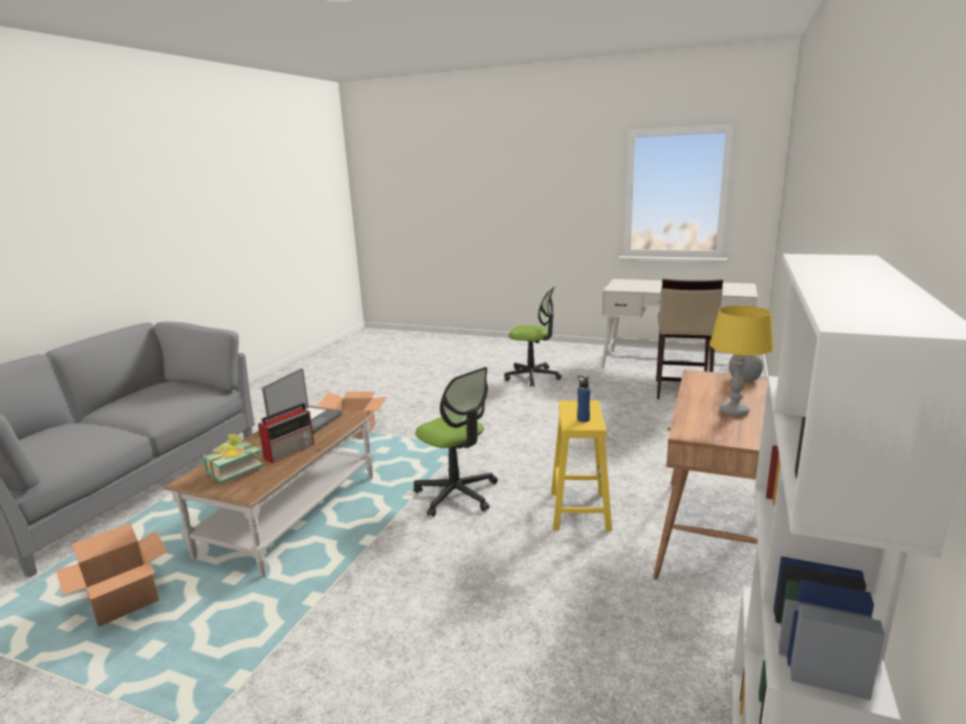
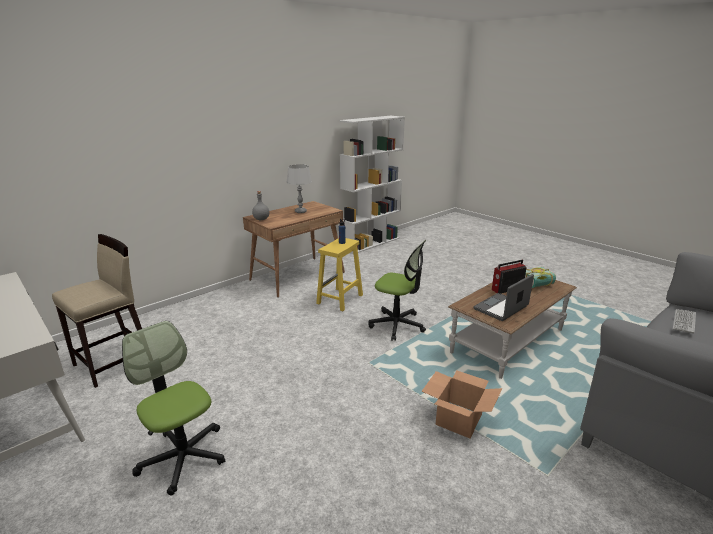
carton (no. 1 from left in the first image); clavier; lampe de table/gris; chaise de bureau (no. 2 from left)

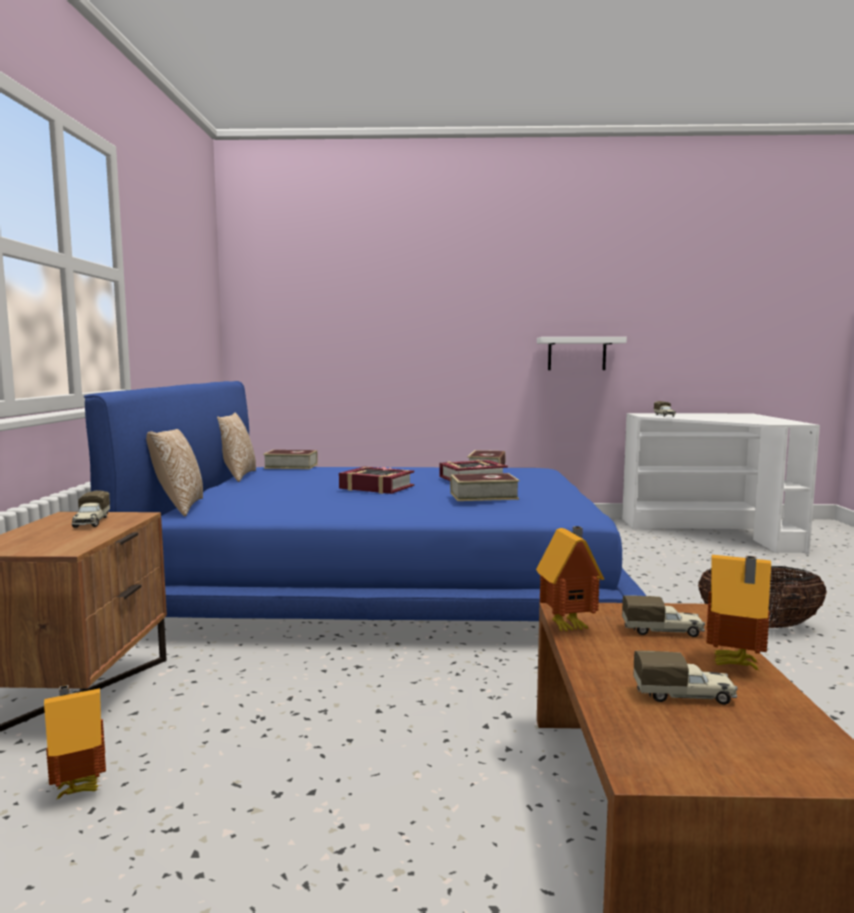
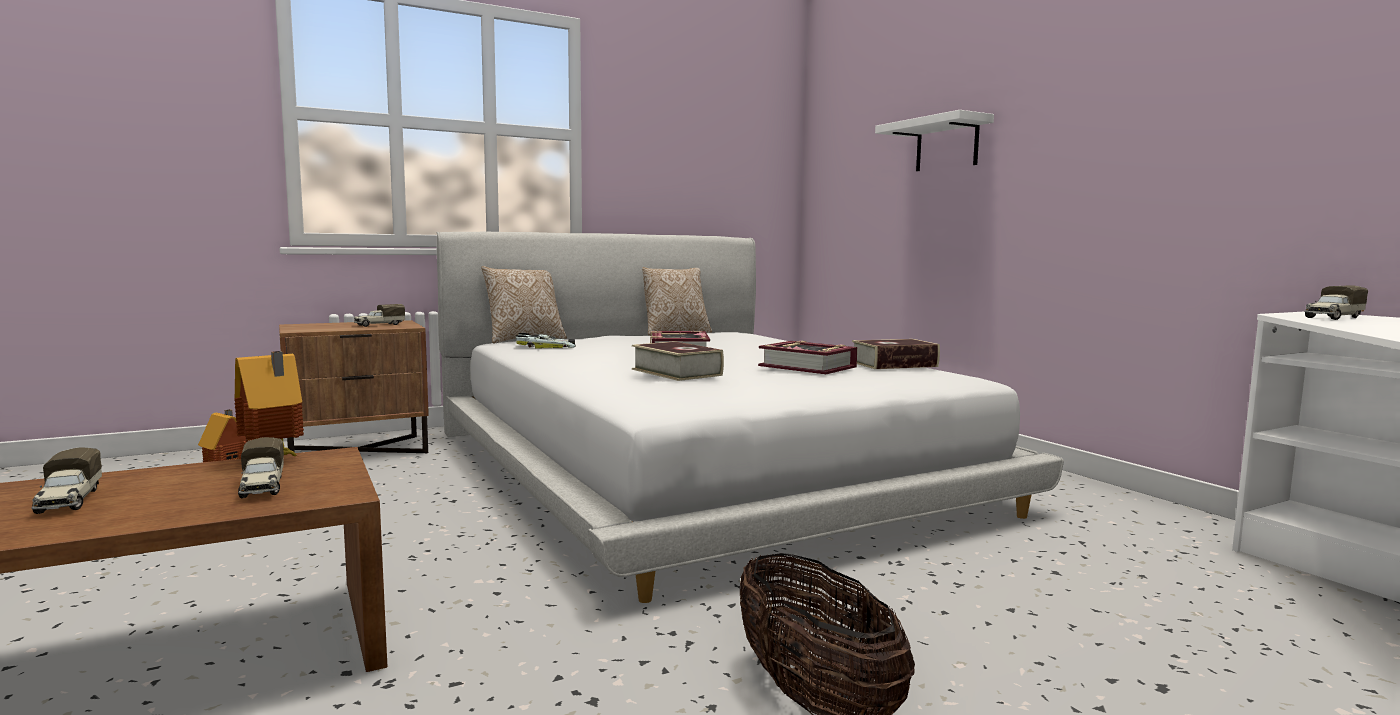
livre (no. 1 from left in the first image); maison miniature (no. 3 from left in the first image); petite voiture; étagère/blanc; lit/blanc

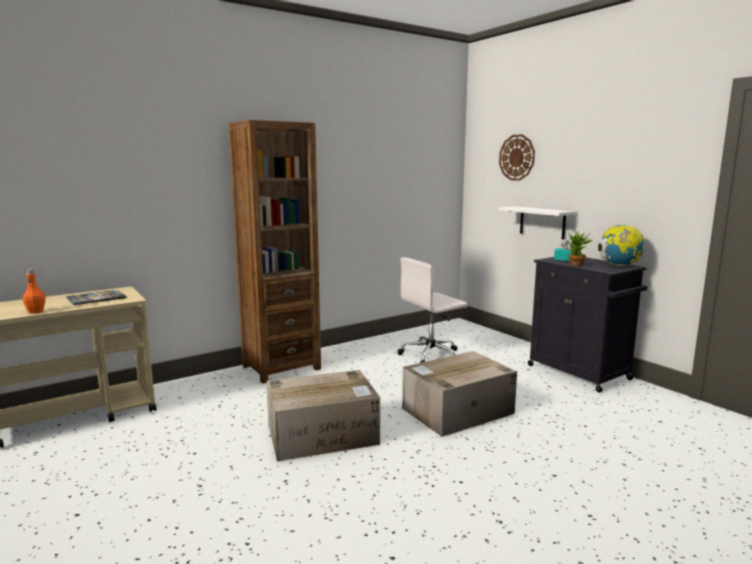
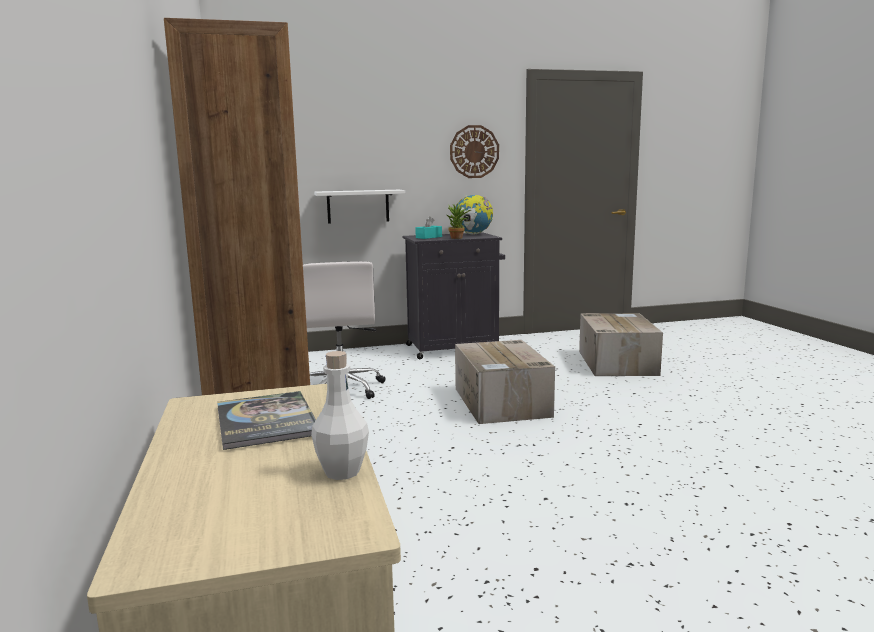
carton (no. 2 from left); horloge murale; bouteille/blanc

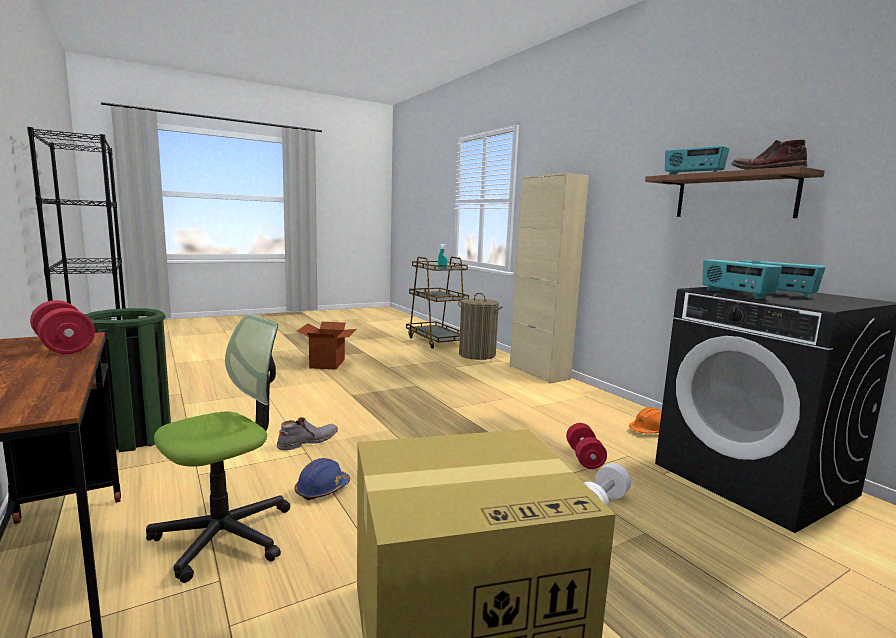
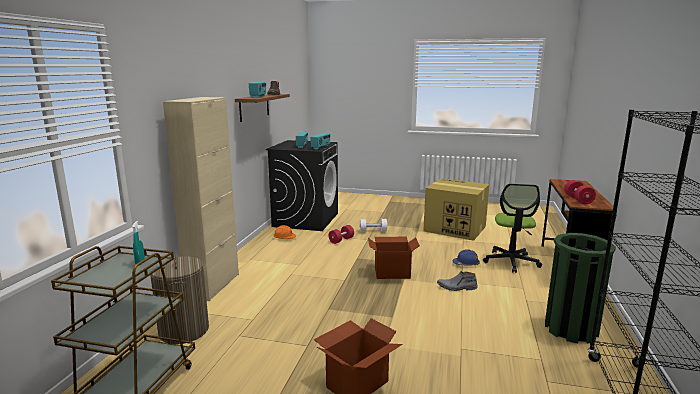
carton (no. 2 from left); chaise de bureau

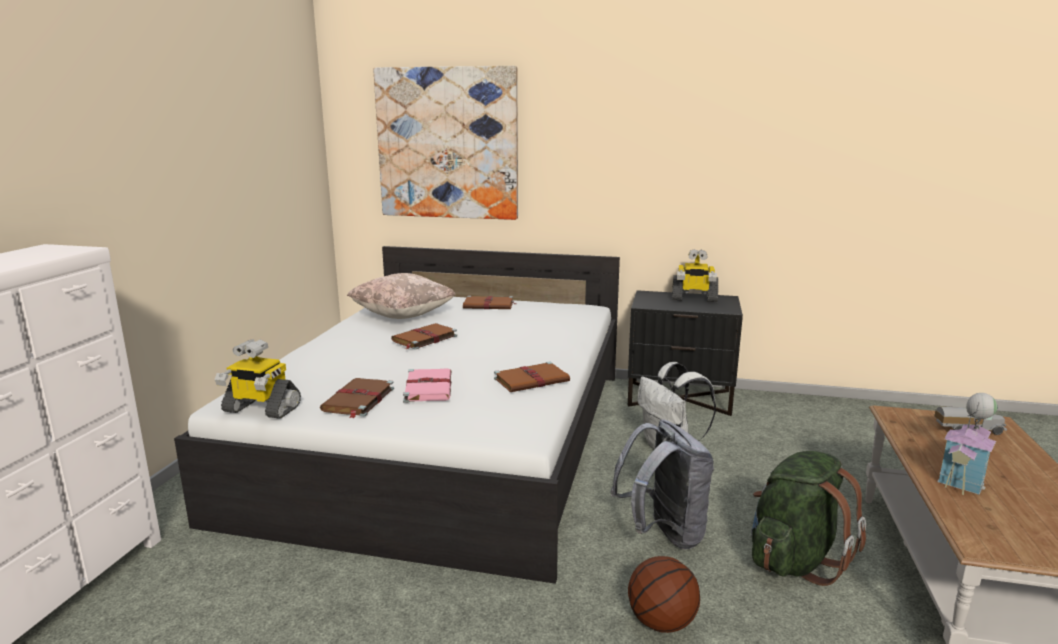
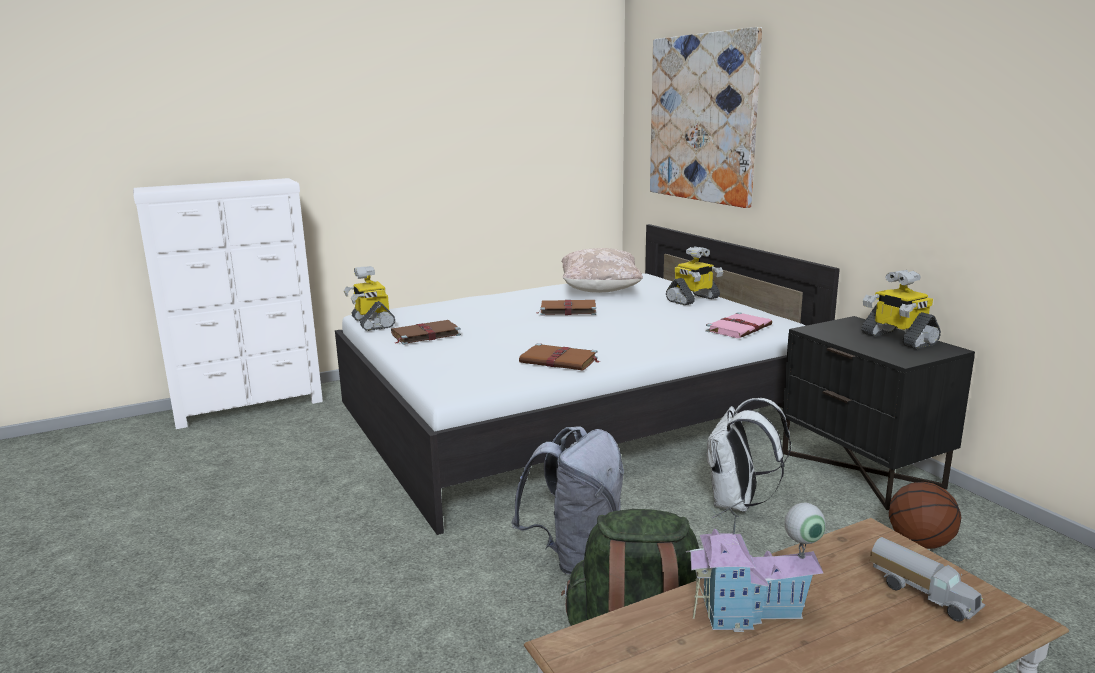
livre/rose; ballon de basket; robot jouet (no. 2 from left)

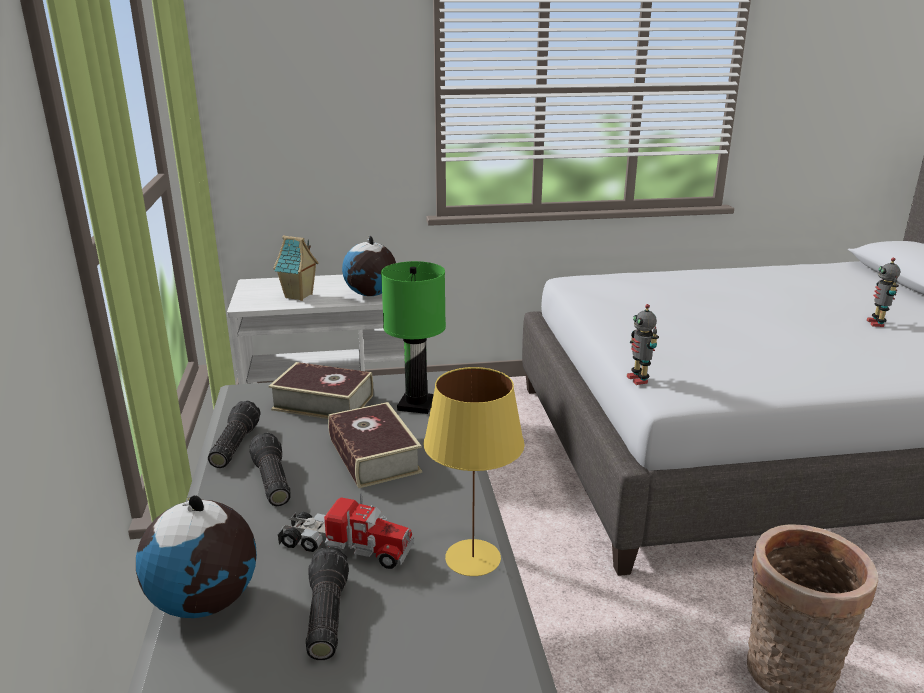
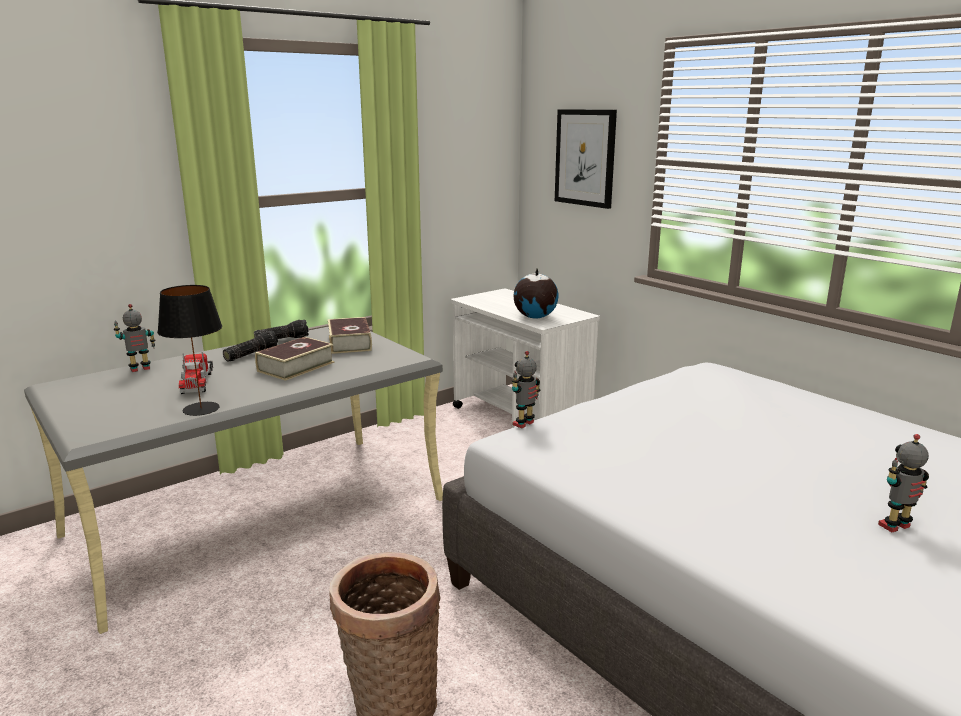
maison miniature; lampe de poche (no. 3 from left in the first image); lampe de table/vert; tableau; robot jouet (no. 1 from left); lampe de table/noir

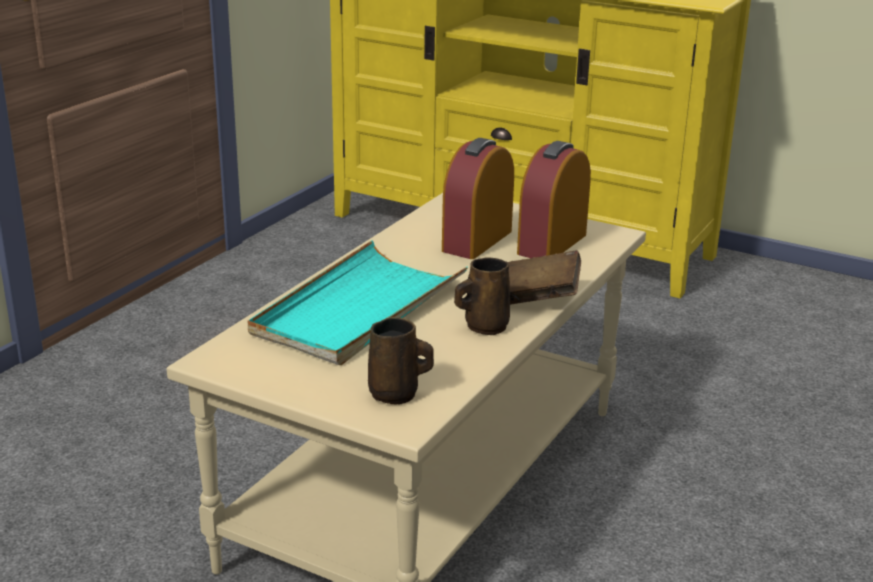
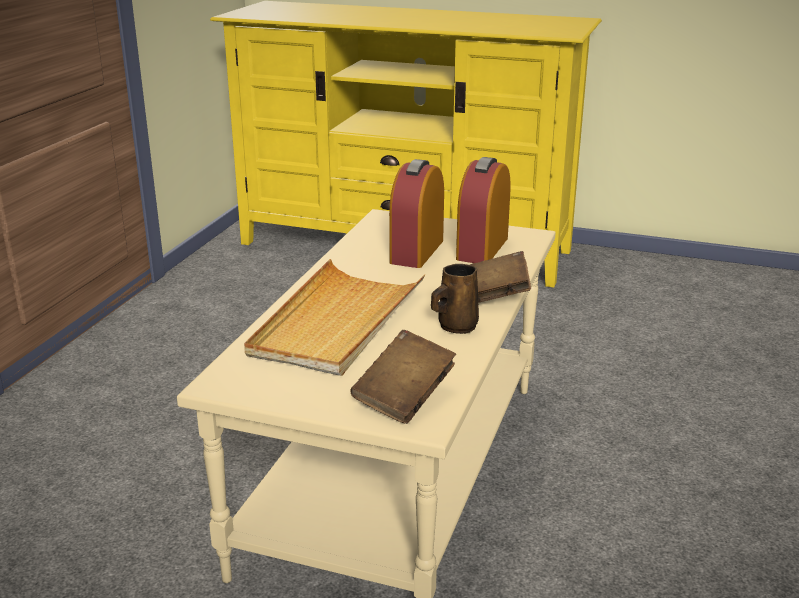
livre/marron (no. 1 from left); plateau/beige

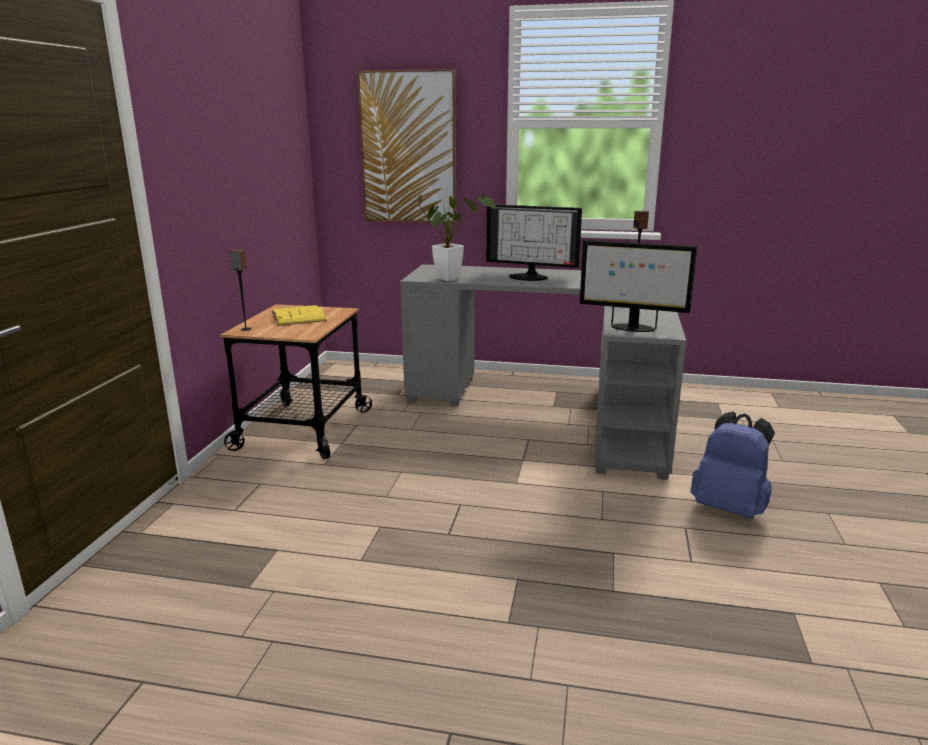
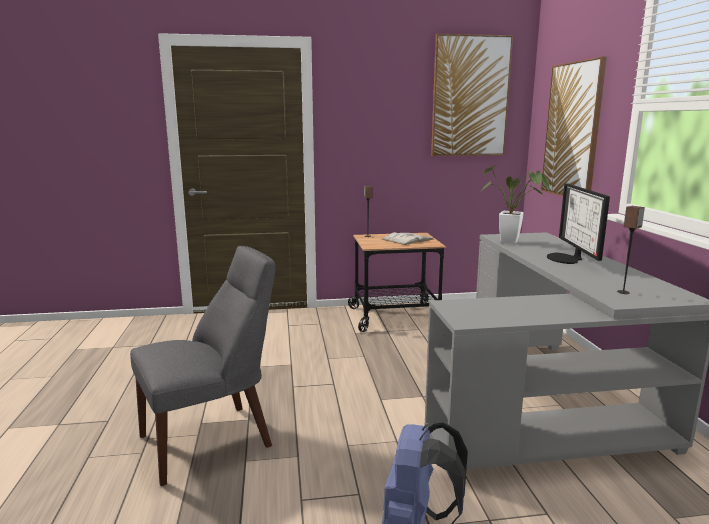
écran d'ordinateur (no. 2 from left in the first image); chaise/gris; tableau (no. 1 from left); livre/blanc

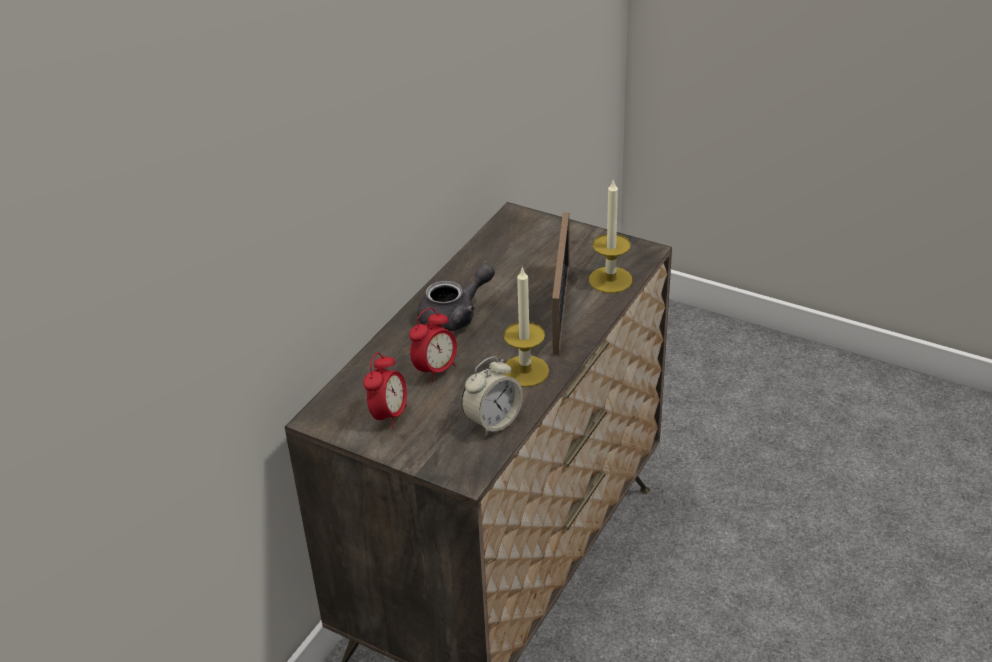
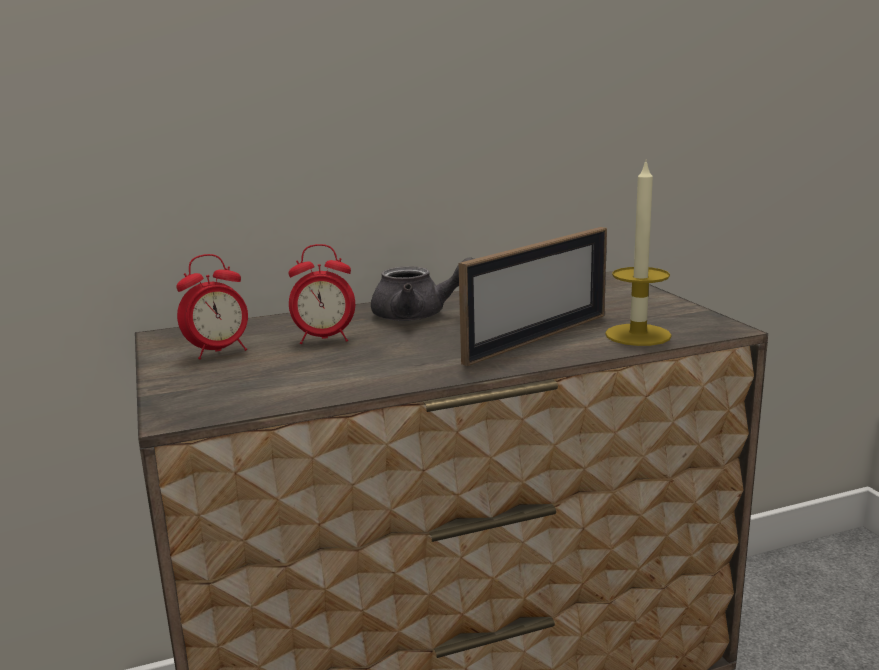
réveil (no. 3 from left in the first image); bougie (no. 1 from left in the first image)

